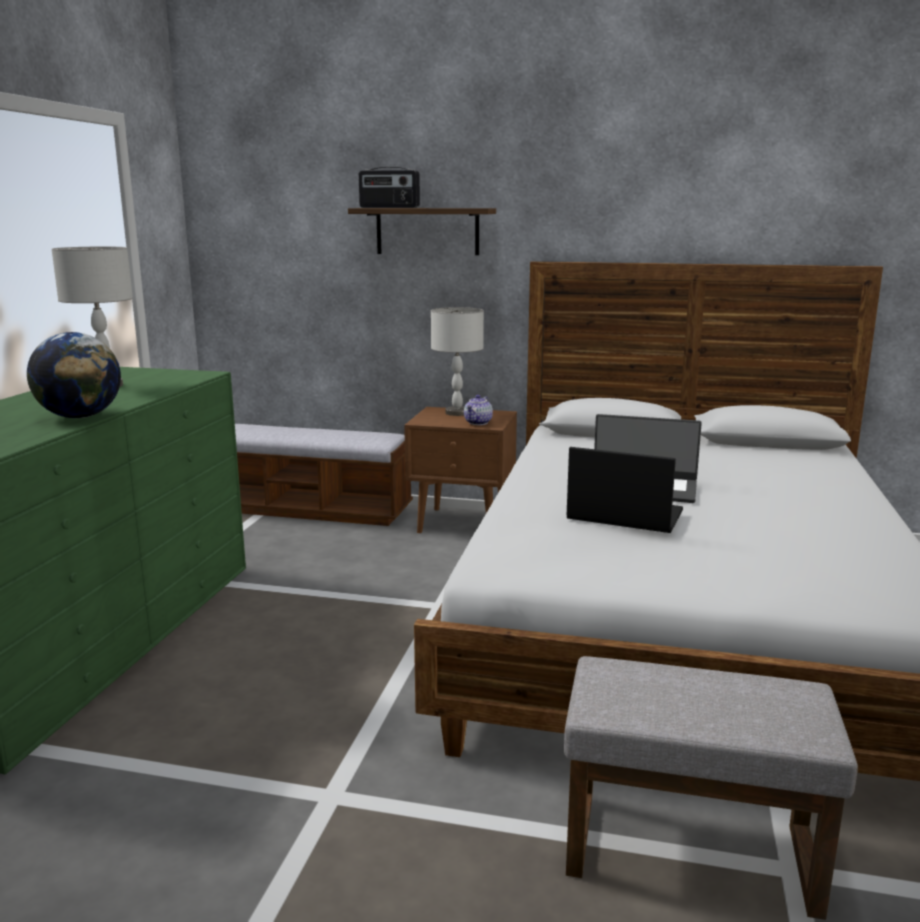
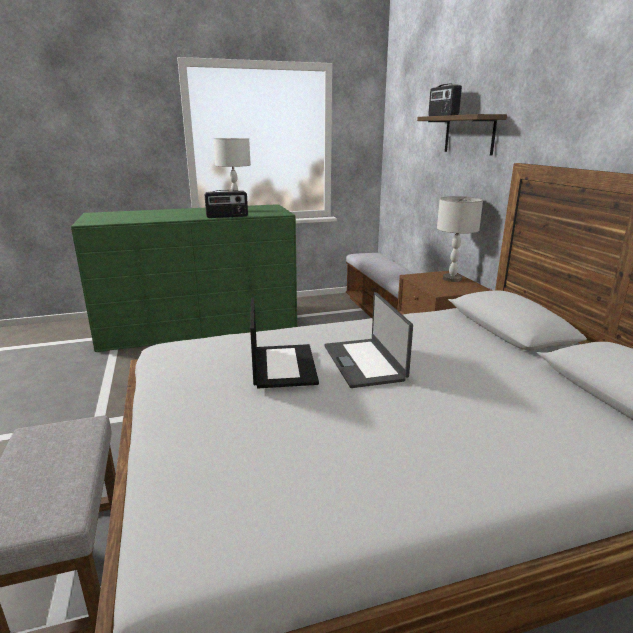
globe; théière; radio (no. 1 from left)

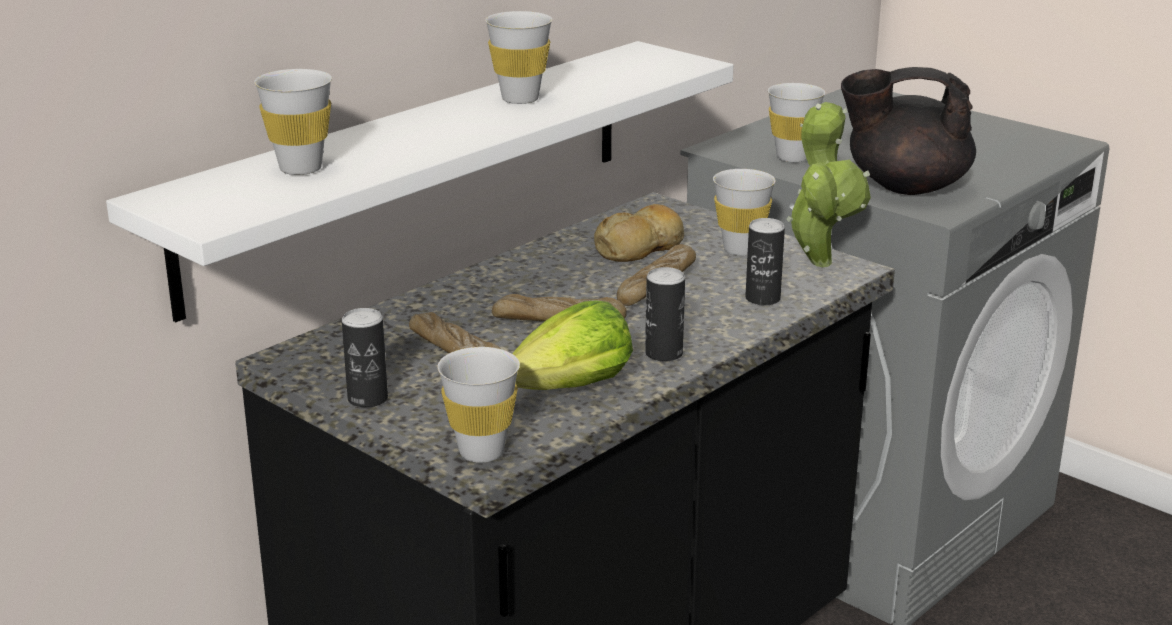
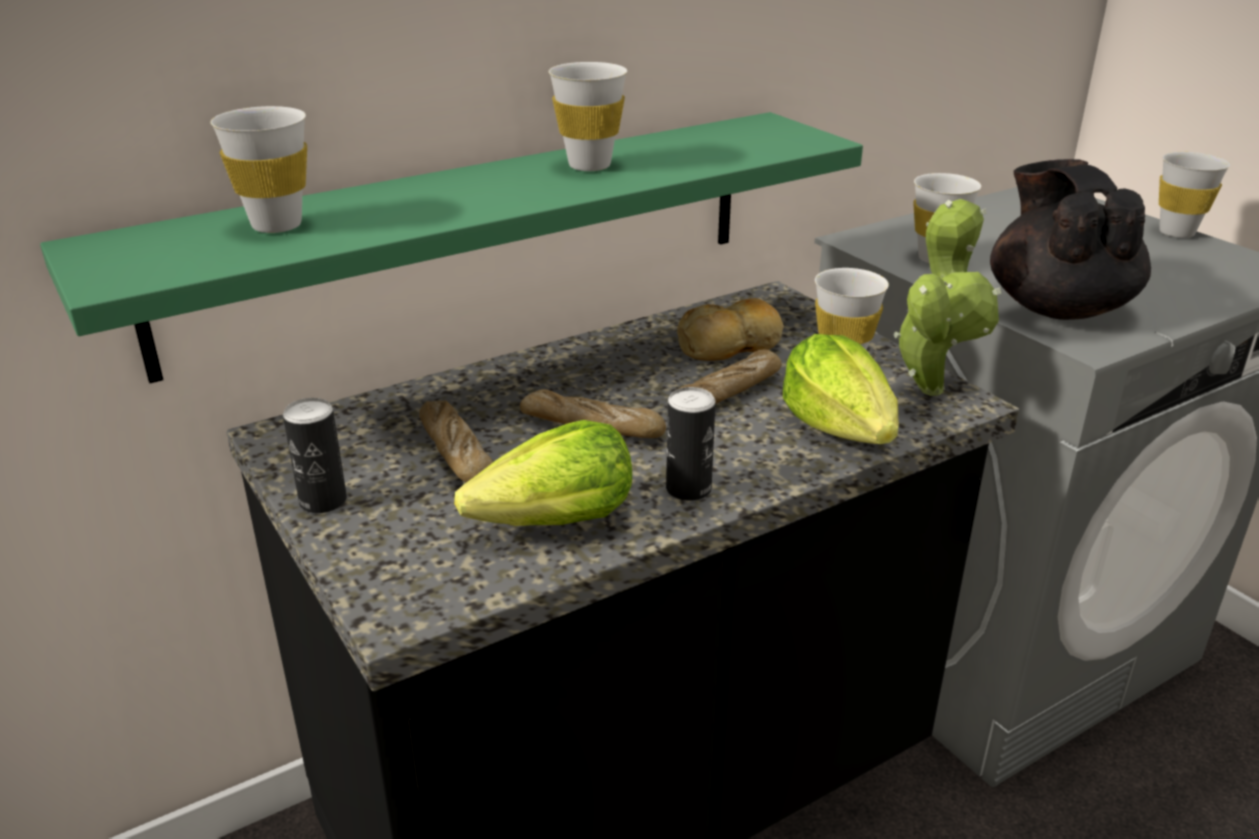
tasse/blanc (no. 5 from left); laitue (no. 2 from left); étagère/vert; théière/noir

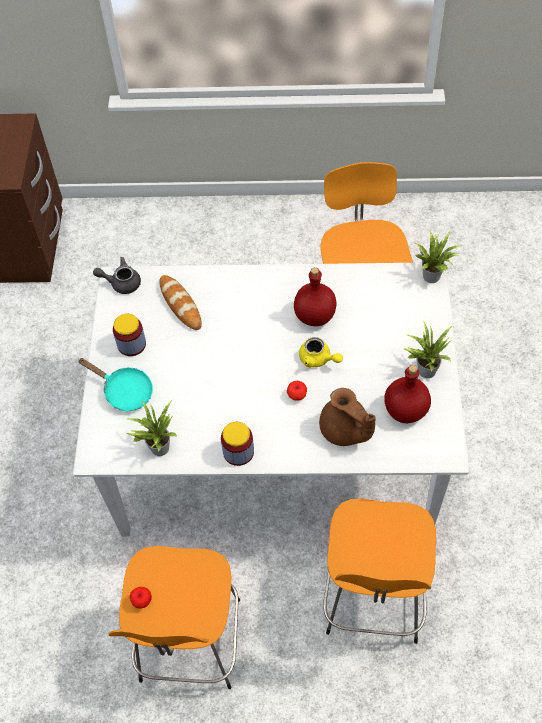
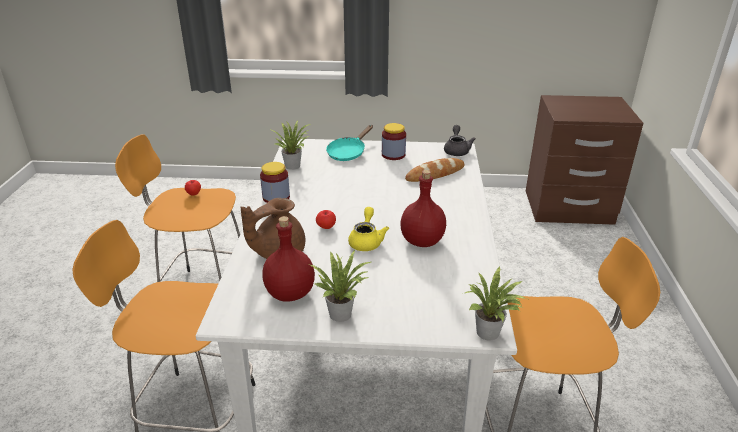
théière/jaune

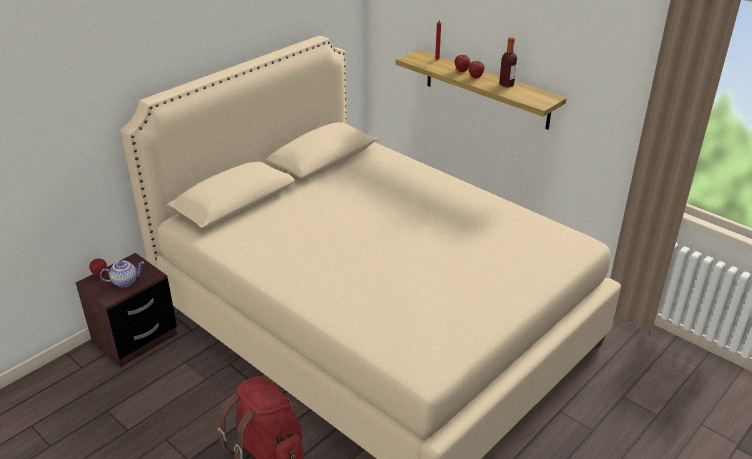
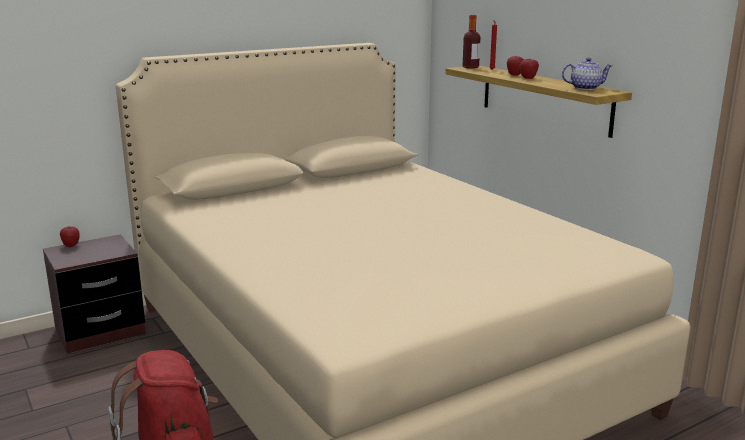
théière; bouteille

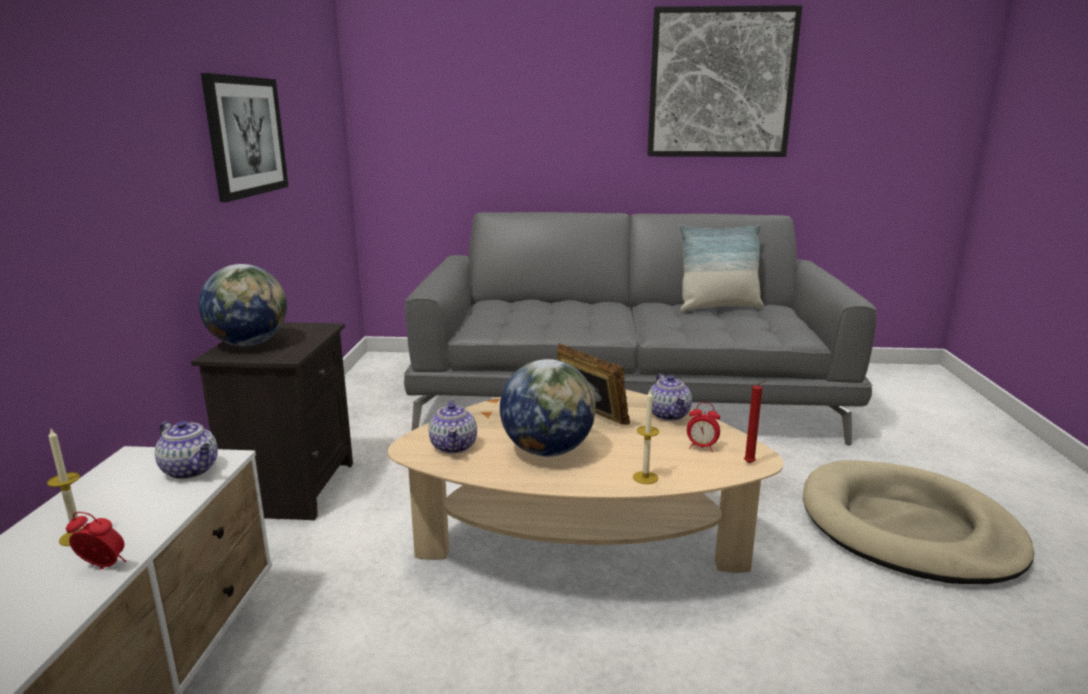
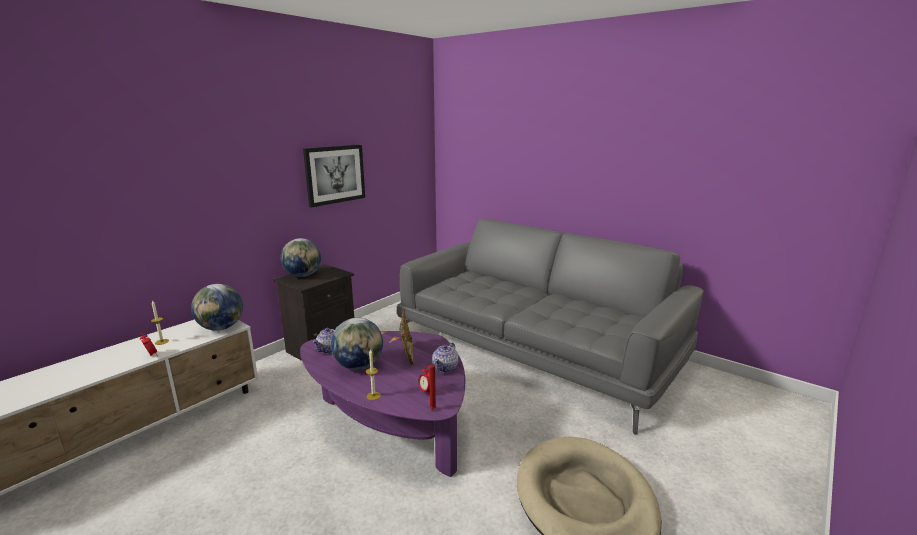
tableau (no. 2 from left in the first image); coussin; globe (no. 1 from left); table basse/violet

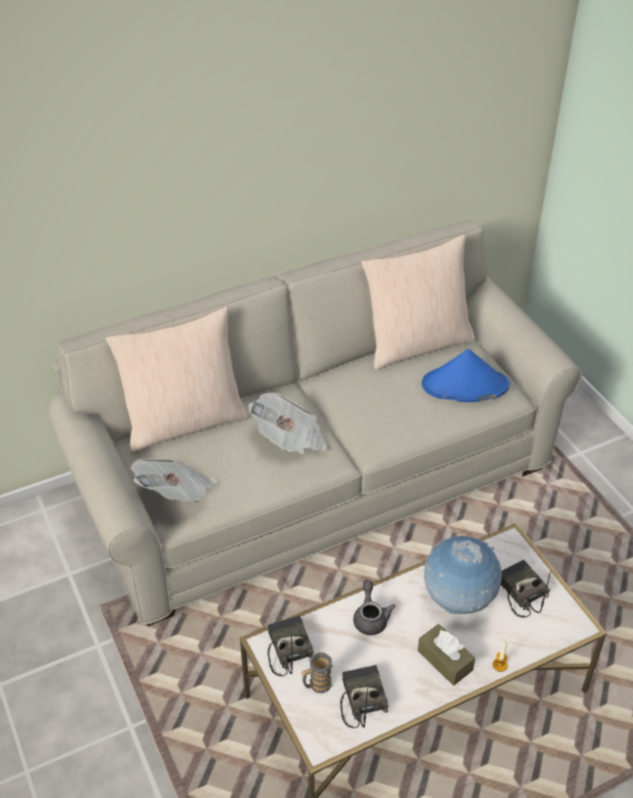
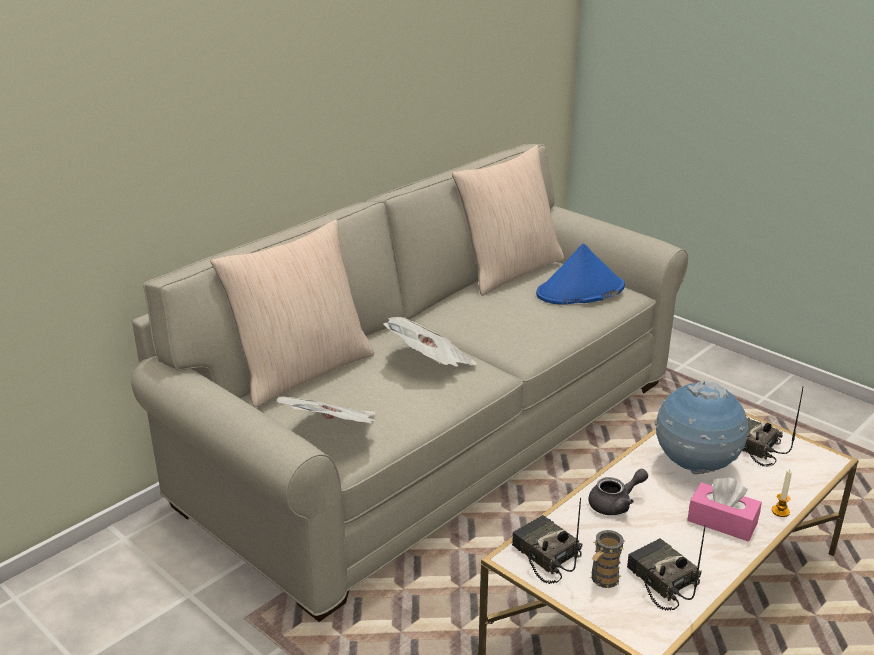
boîte à mouchoirs/rose; théière/gris

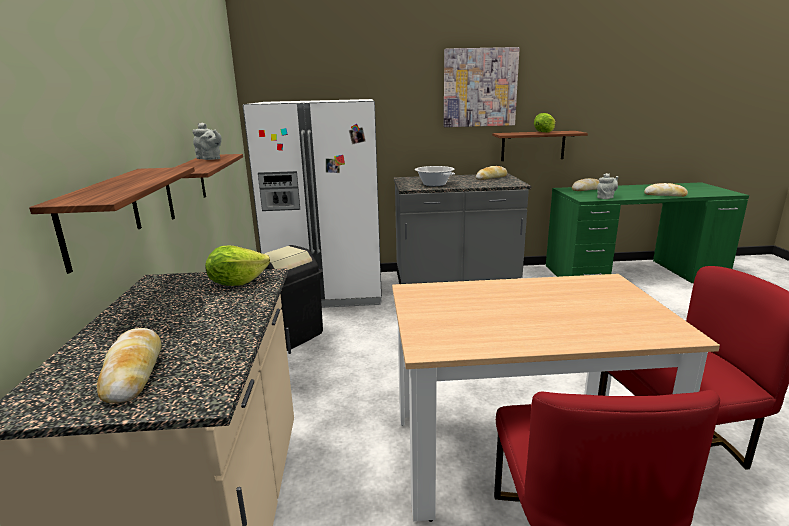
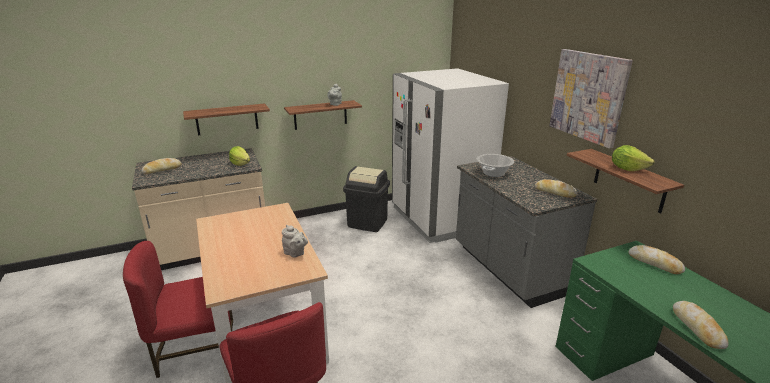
théière/gris (no. 1 from left)

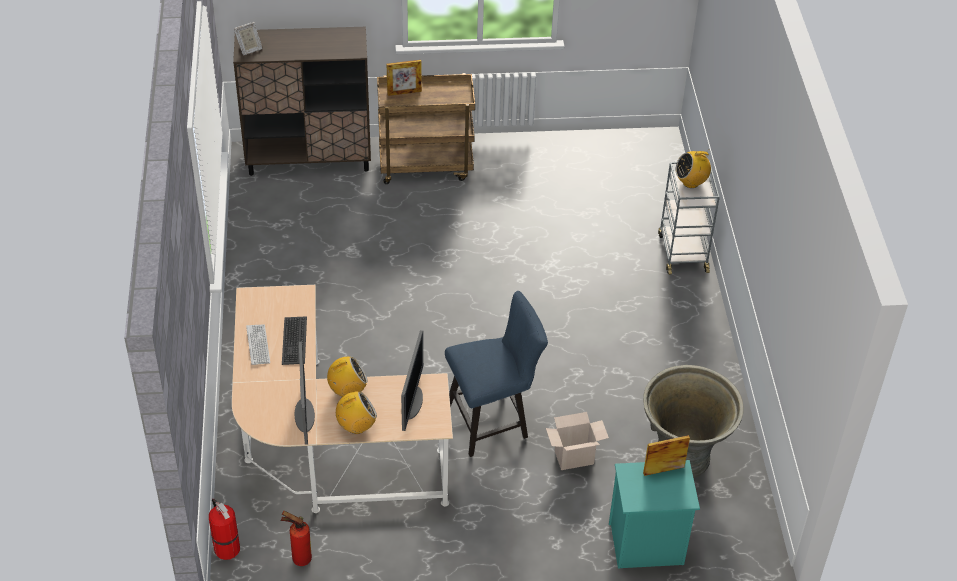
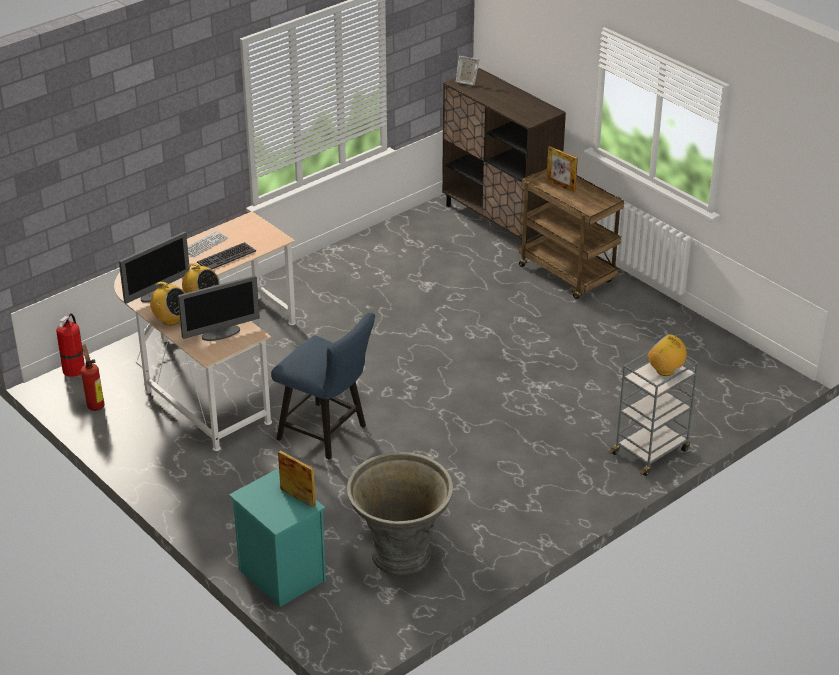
carton

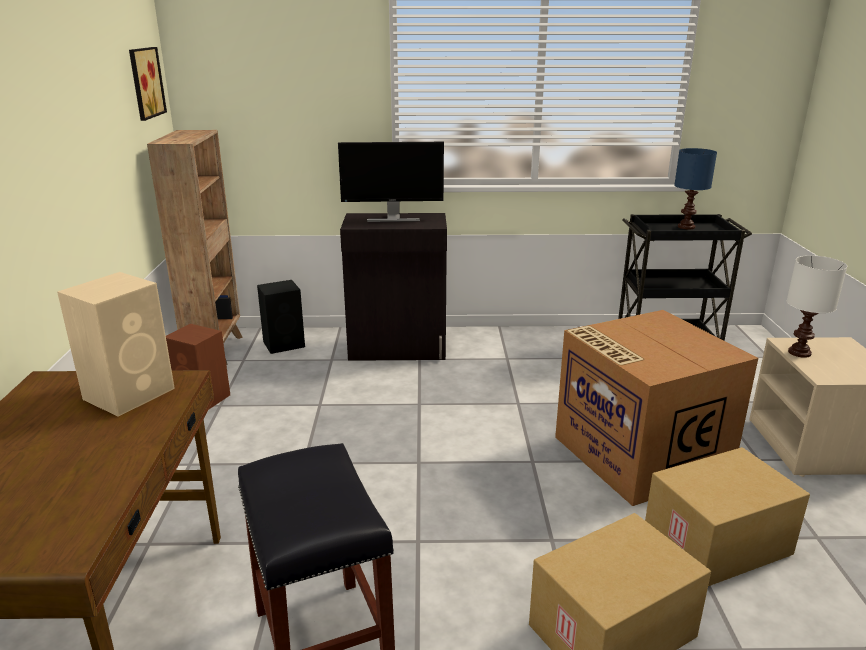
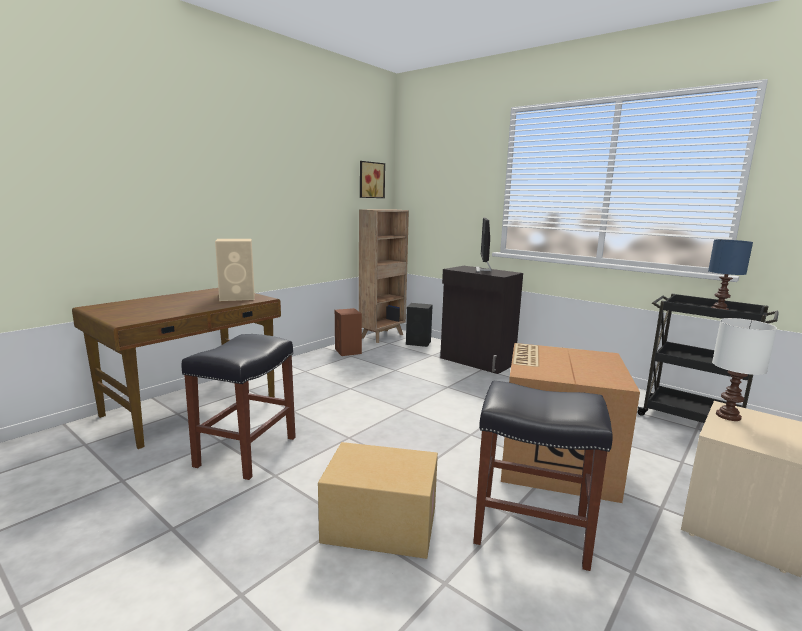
tabouret/noir (no. 2 from left); écran d'ordinateur

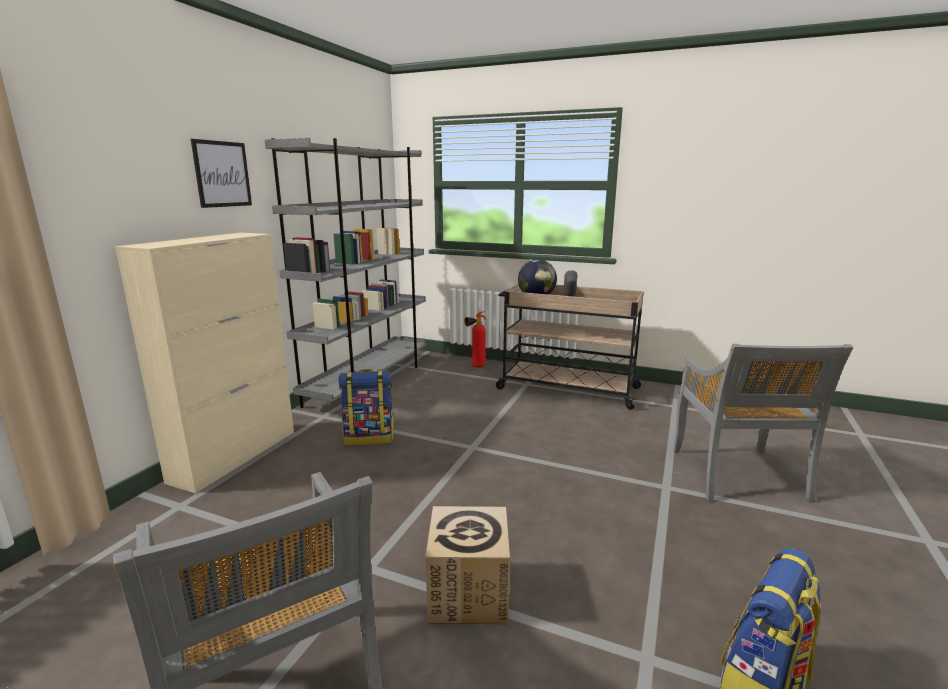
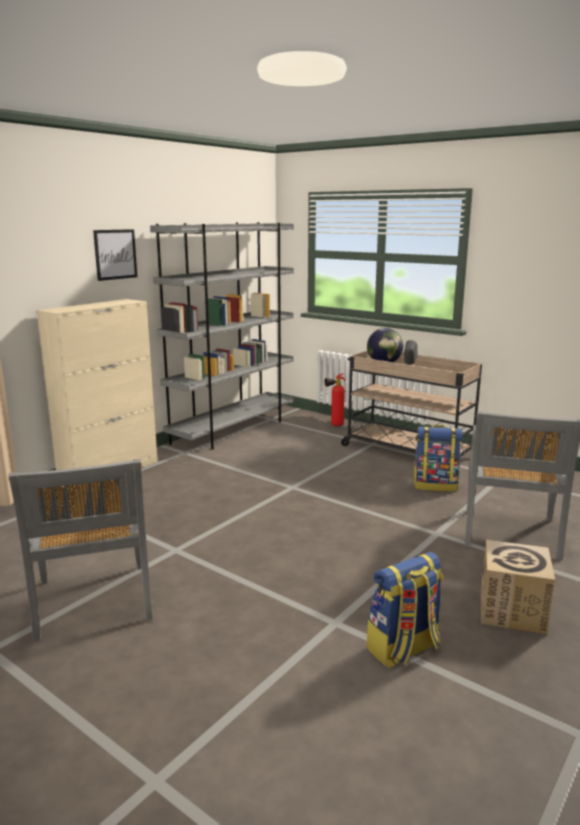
sac à dos (no. 2 from left); carton

